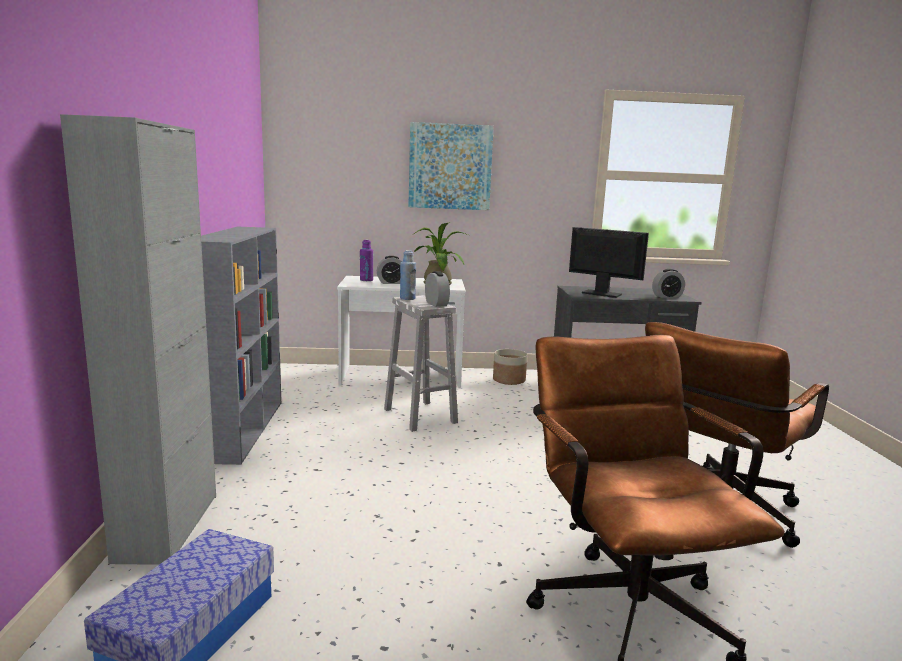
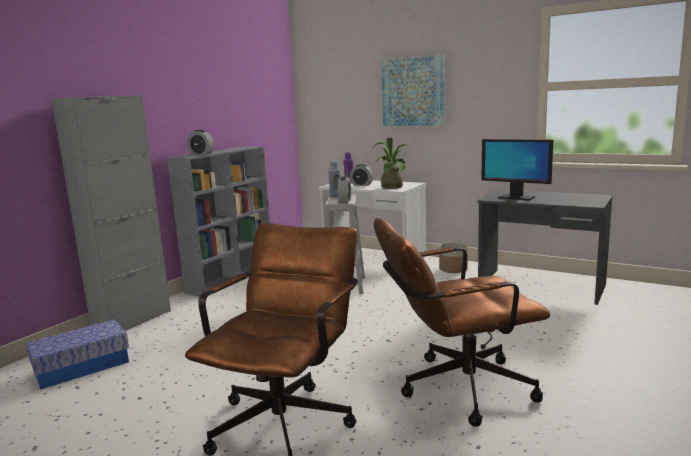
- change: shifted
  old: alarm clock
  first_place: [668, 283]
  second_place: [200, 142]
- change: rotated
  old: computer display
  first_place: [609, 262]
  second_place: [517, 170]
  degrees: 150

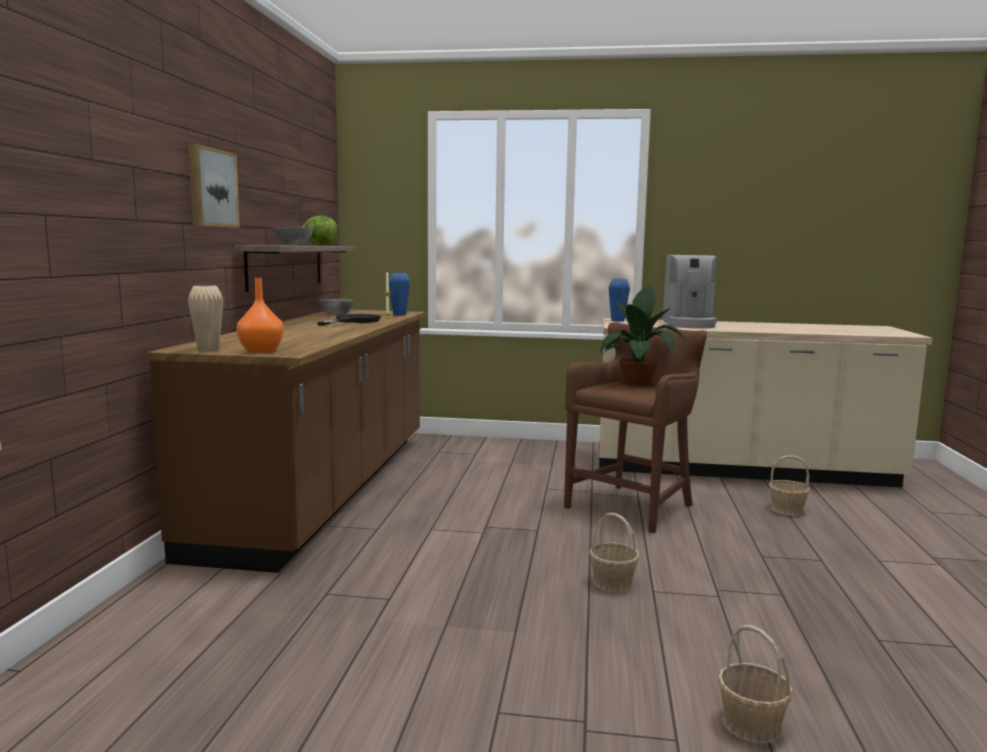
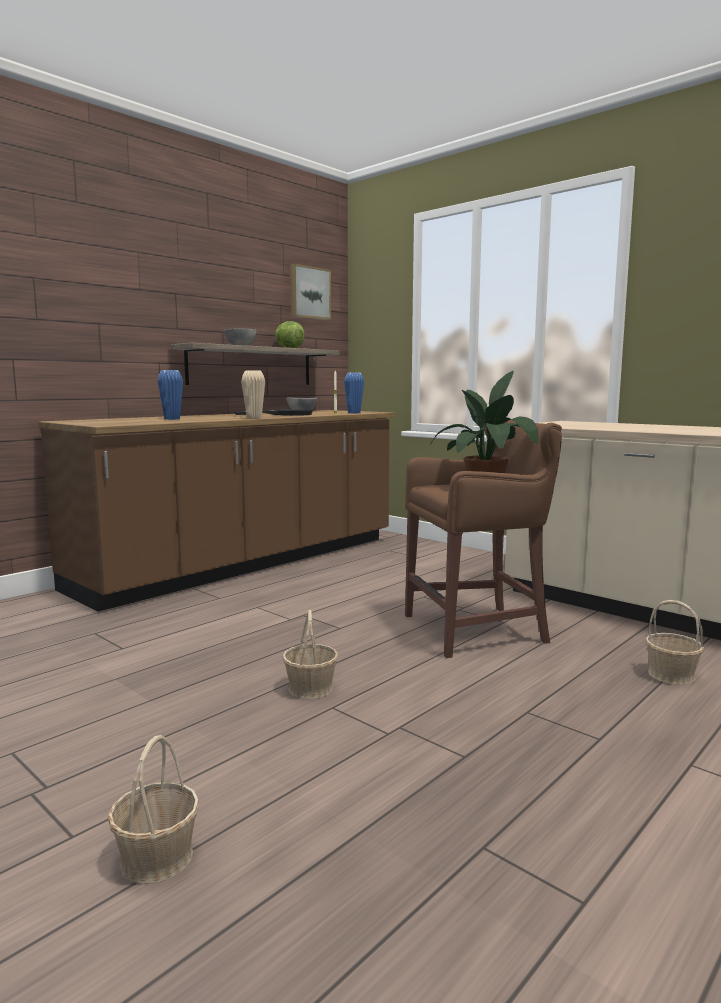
- change: gone
  old: flower vase (orangey)
  first_place: [260, 315]
- change: gone
  old: coffee brewer
  first_place: [690, 292]
- change: shifted
  old: picture
  first_place: [214, 185]
  second_place: [310, 291]
- change: shifted
  old: flower vase (beige)
  first_place: [205, 318]
  second_place: [253, 394]
- change: shifted
  old: flower vase (bluish)
  first_place: [619, 300]
  second_place: [170, 395]

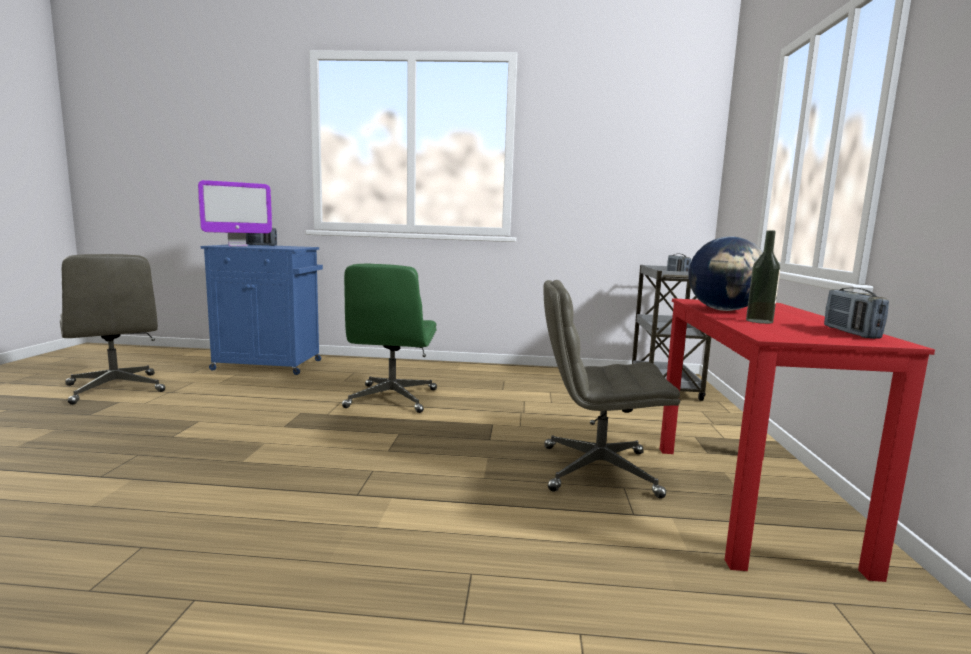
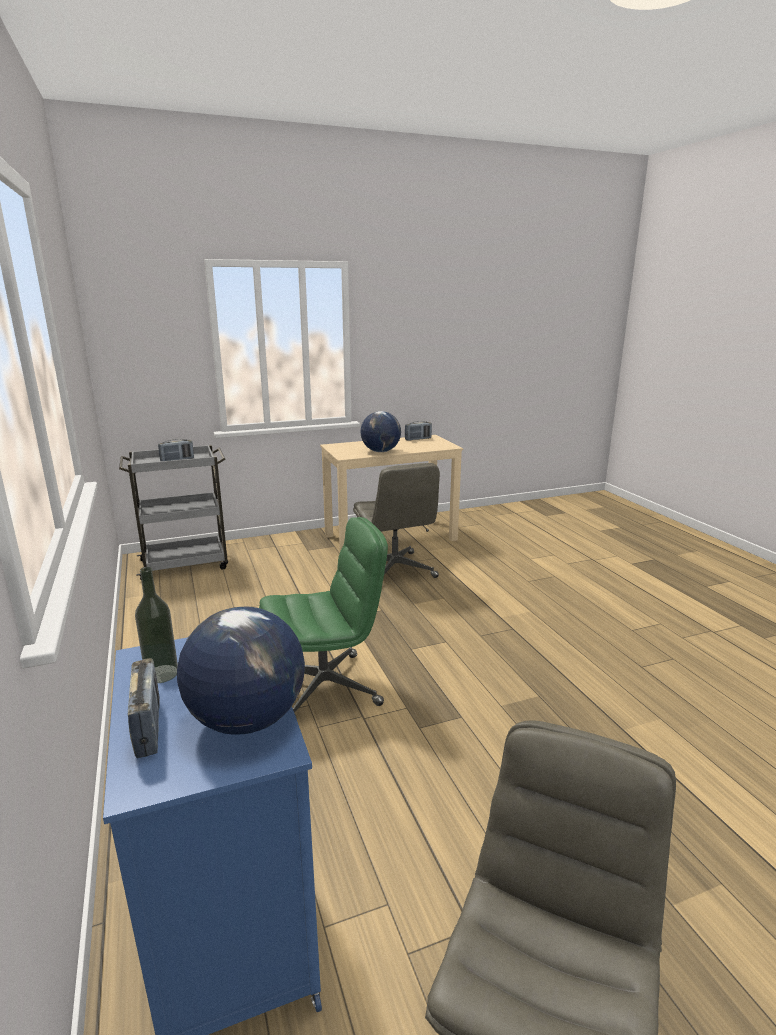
- change: shifted
  old: bottle
  first_place: [763, 277]
  second_place: [156, 625]
- change: swapped
  old: computer display
  new: desk globe
  first_place: [235, 213]
  second_place: [241, 671]
- change: repainted
  old: desk (reddish)
  new: desk (beige)
  first_place: [797, 440]
  second_place: [391, 493]

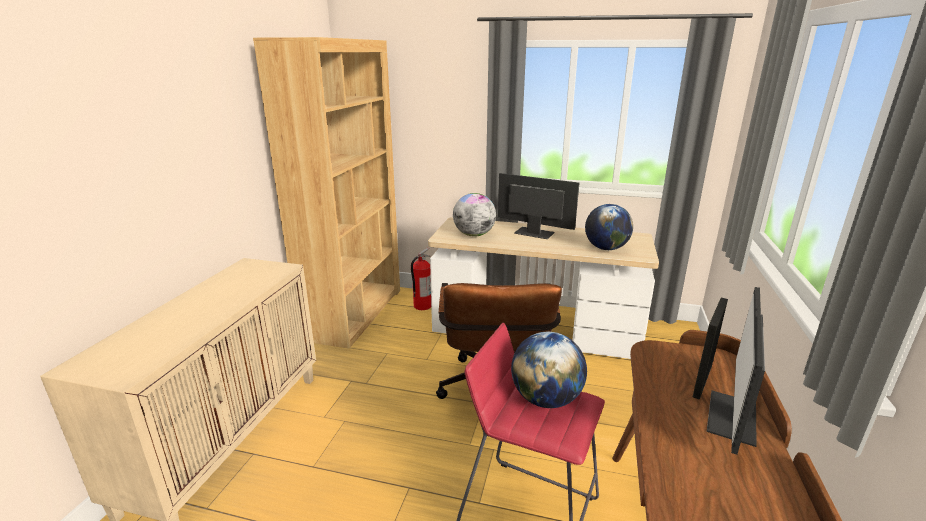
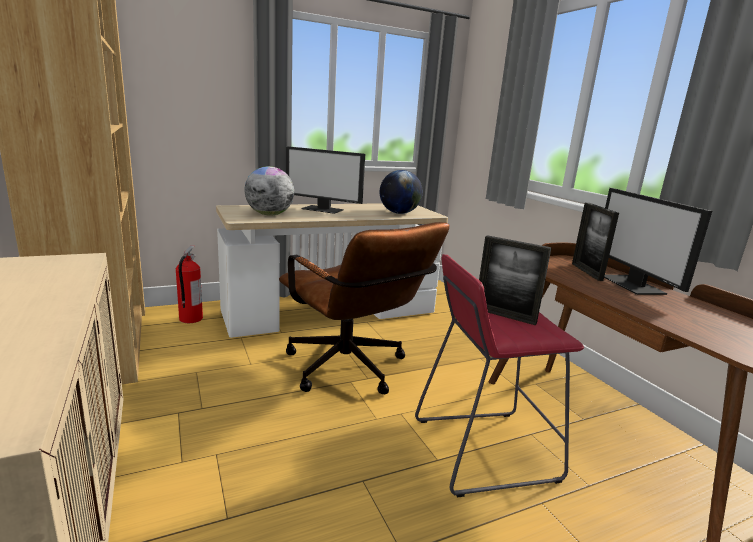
- change: swapped
  old: desk globe
  new: photo frame
  first_place: [549, 370]
  second_place: [515, 280]
- change: rotated
  old: computer display
  first_place: [538, 206]
  second_place: [325, 180]
  degrees: -150

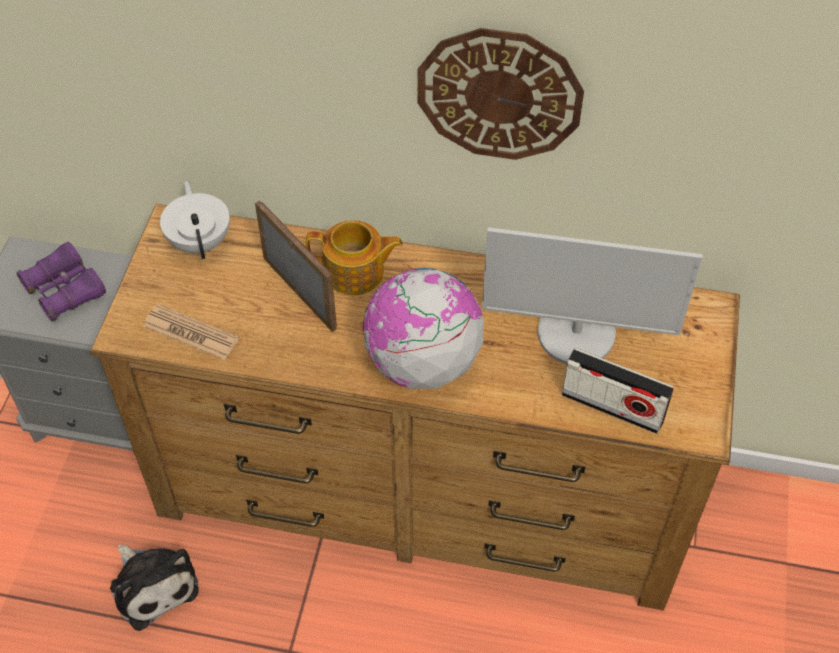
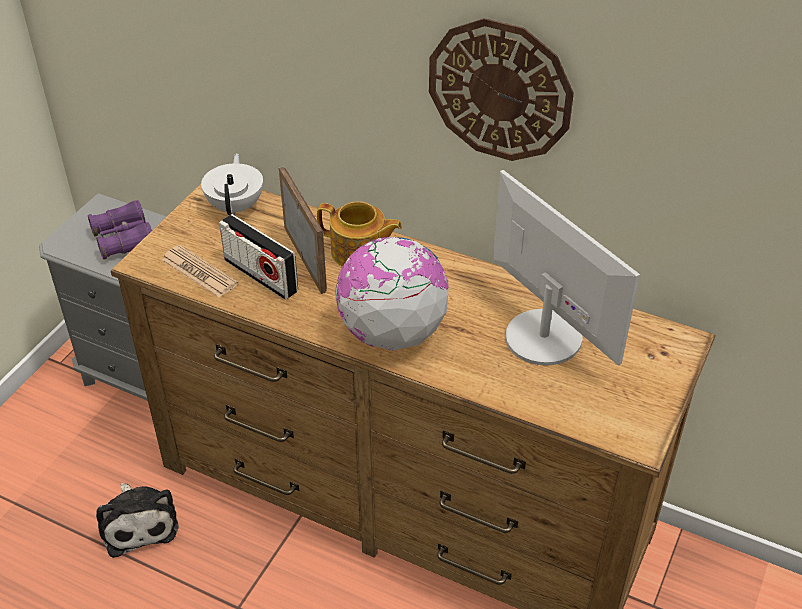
- change: shifted
  old: radio
  first_place: [618, 391]
  second_place: [258, 257]
- change: rotated
  old: computer display
  first_place: [592, 295]
  second_place: [566, 268]
  degrees: -150

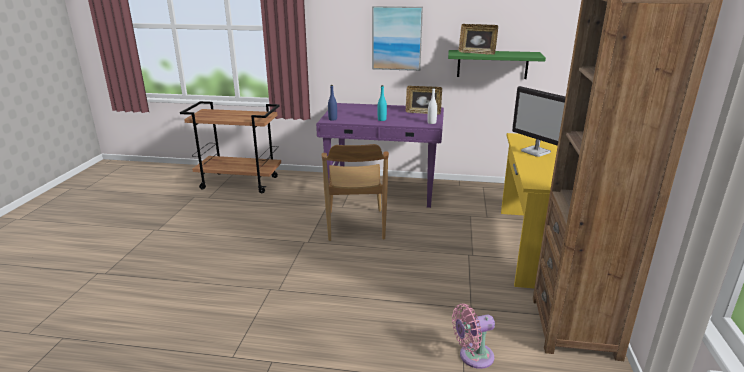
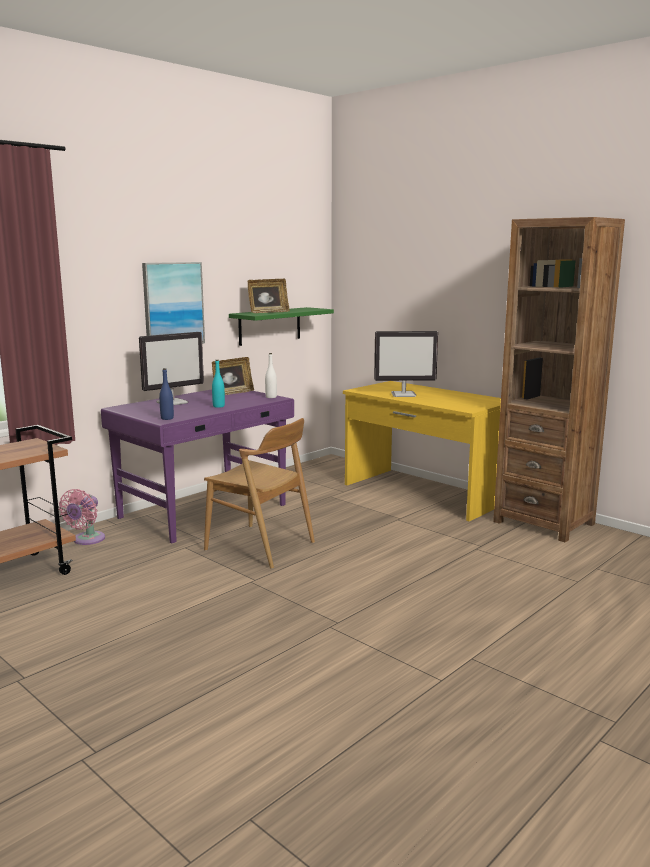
- change: new
  new: computer display
  second_place: [171, 368]
- change: shifted
  old: fan (pinkish)
  first_place: [473, 336]
  second_place: [82, 517]

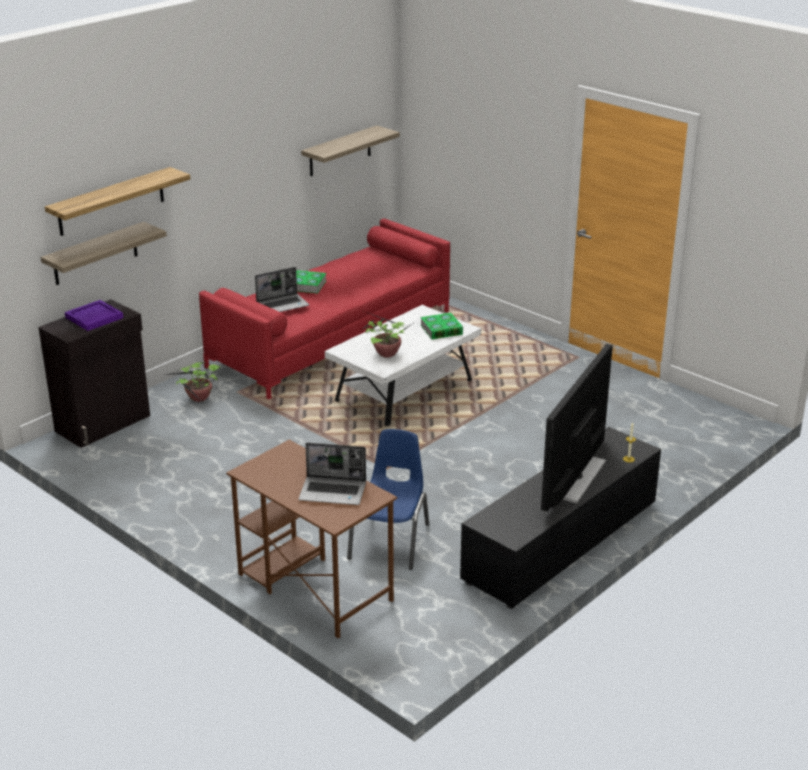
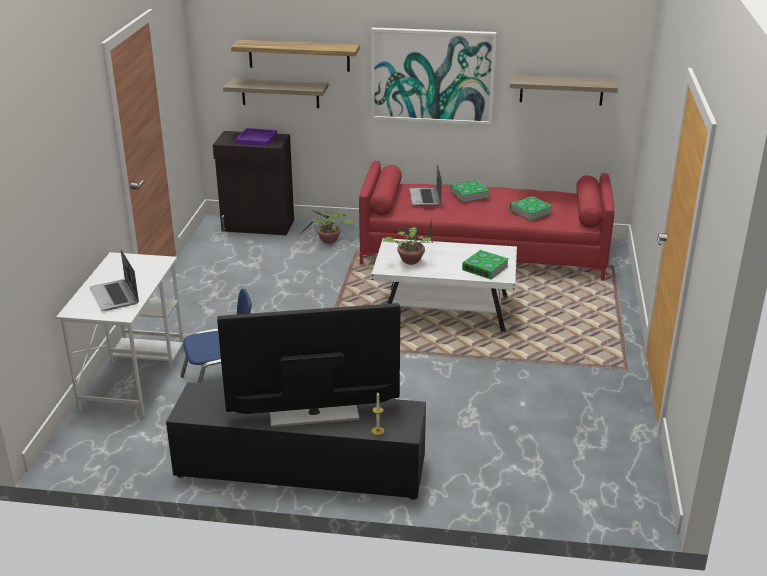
- change: new
  new: picture
  second_place: [434, 76]
- change: new
  new: book
  second_place: [530, 208]
- change: repainted
  old: desk (brown)
  new: desk (white)
  first_place: [311, 539]
  second_place: [120, 334]
- change: rotated
  old: laptop
  first_place: [282, 289]
  second_place: [425, 185]
  degrees: 60

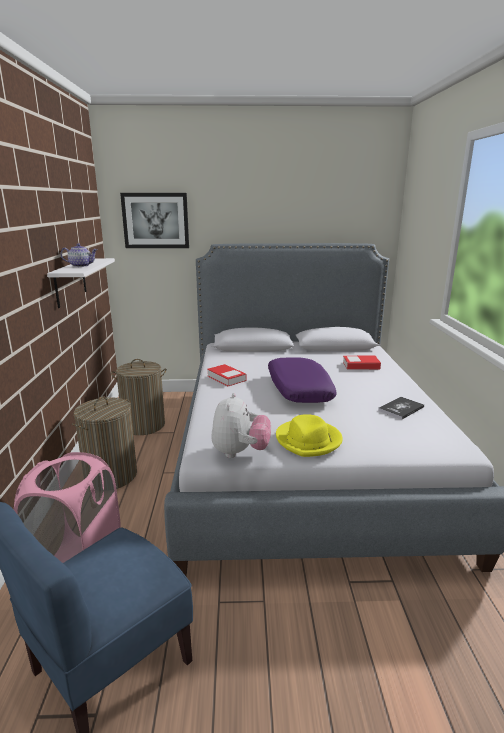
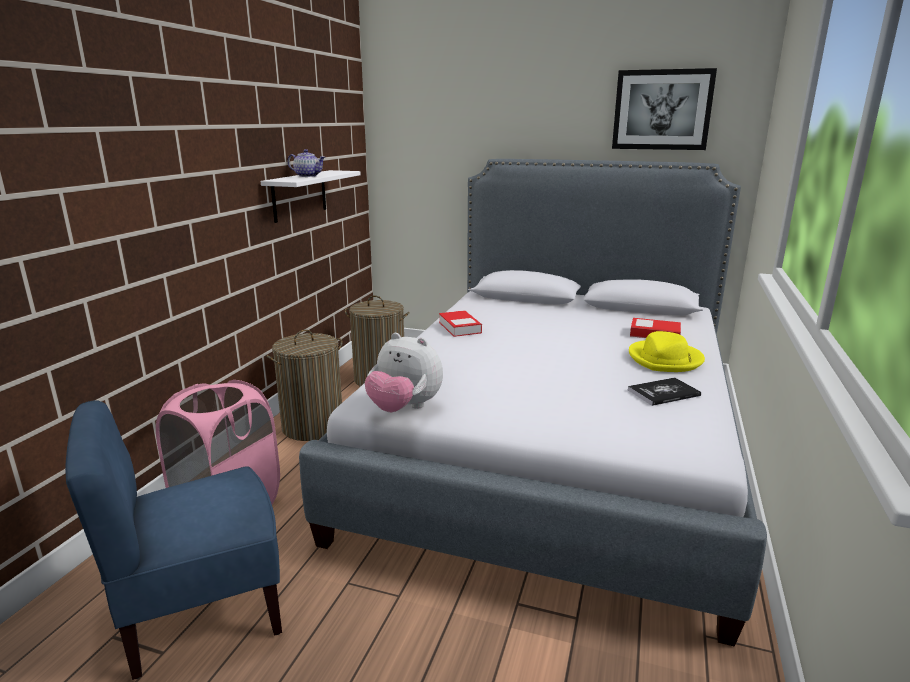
- change: gone
  old: pillow (purplish)
  first_place: [302, 380]
- change: shifted
  old: picture
  first_place: [154, 220]
  second_place: [664, 109]
- change: shifted
  old: hat (yellow)
  first_place: [309, 435]
  second_place: [667, 351]
- change: rotated
  old: soft toy
  first_place: [241, 425]
  second_place: [404, 372]
  degrees: 90

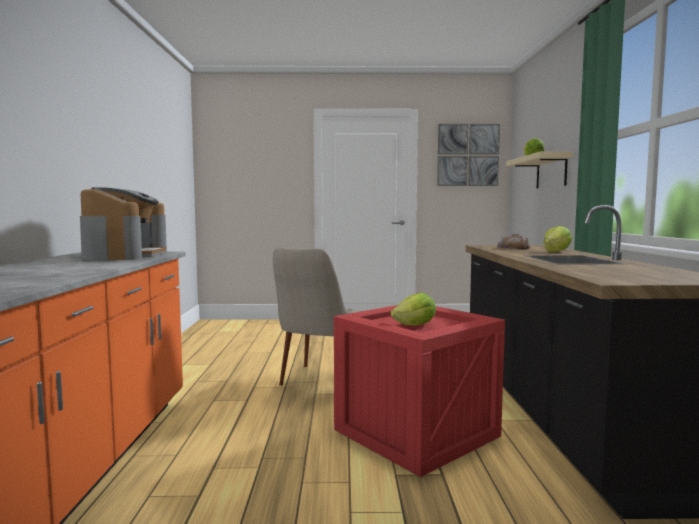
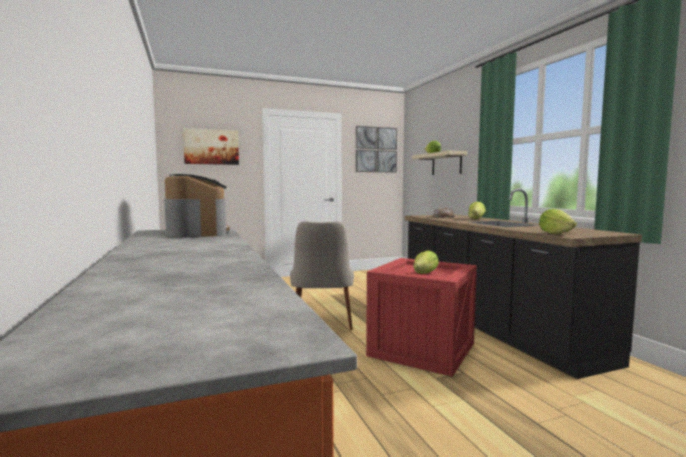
- change: new
  new: picture
  second_place: [211, 146]
- change: new
  new: lettuce head
  second_place: [558, 221]

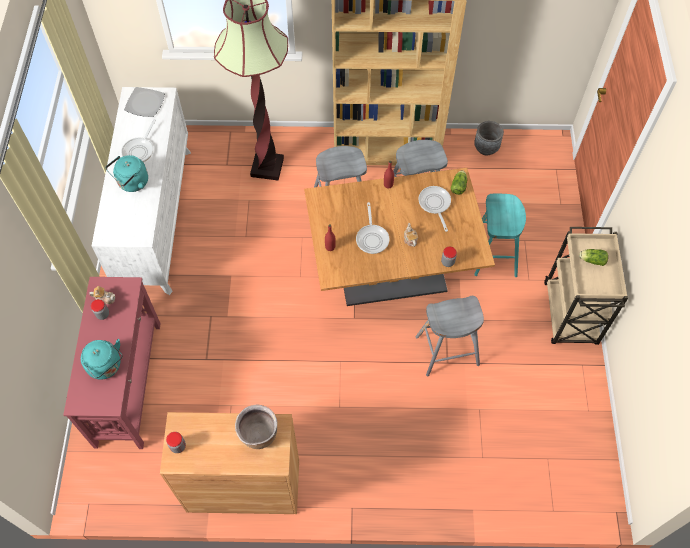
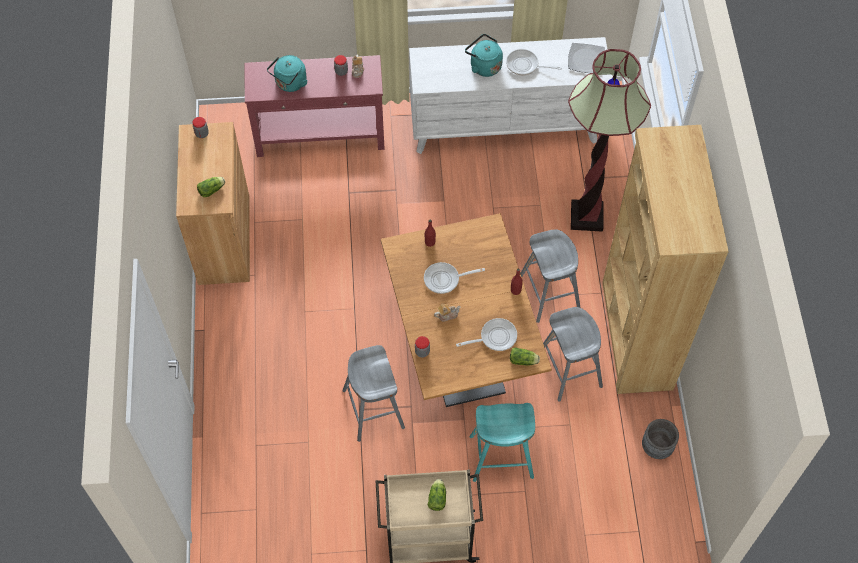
- change: swapped
  old: cooking pot (brown)
  new: lettuce head
  first_place: [256, 426]
  second_place: [211, 187]

